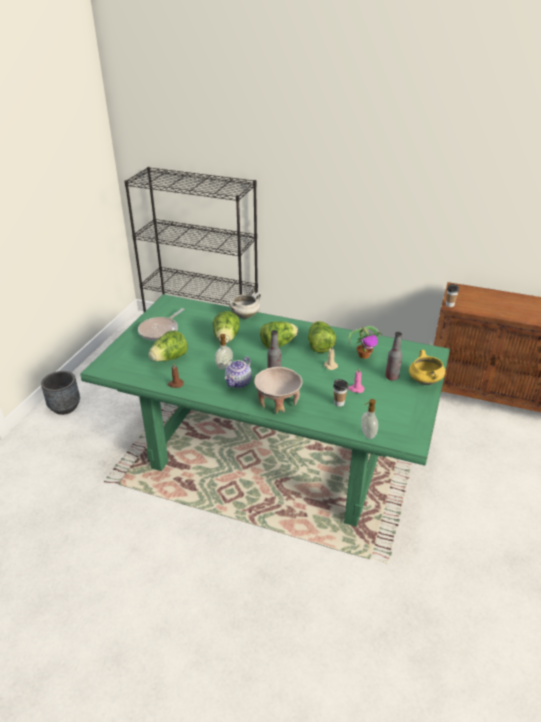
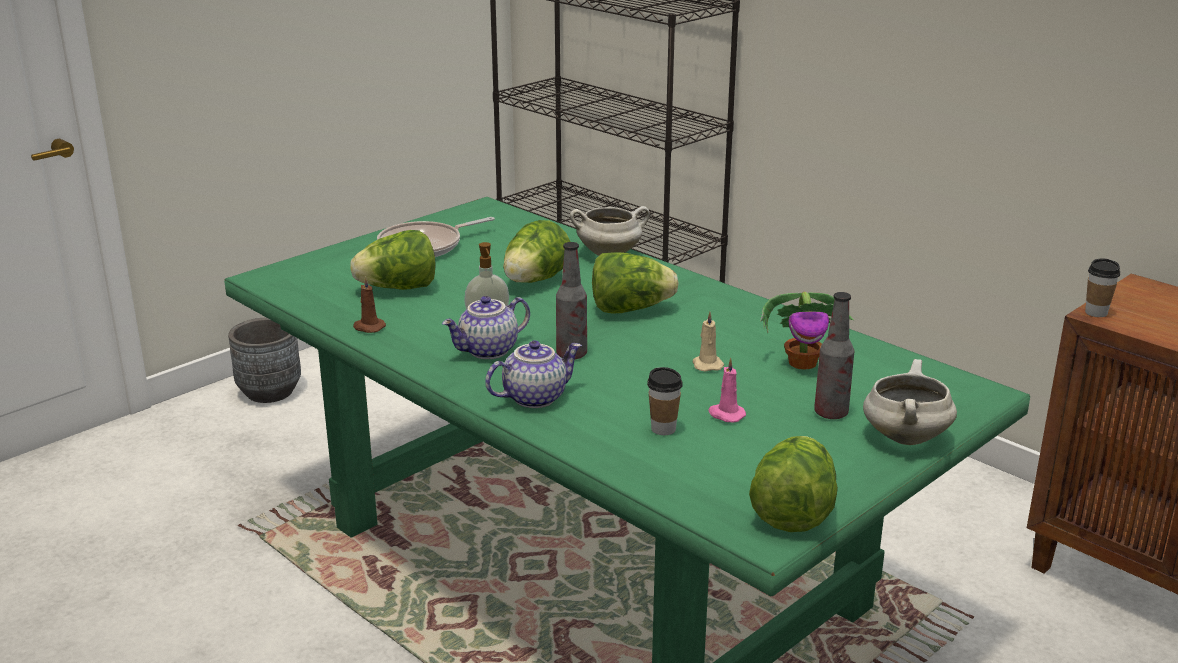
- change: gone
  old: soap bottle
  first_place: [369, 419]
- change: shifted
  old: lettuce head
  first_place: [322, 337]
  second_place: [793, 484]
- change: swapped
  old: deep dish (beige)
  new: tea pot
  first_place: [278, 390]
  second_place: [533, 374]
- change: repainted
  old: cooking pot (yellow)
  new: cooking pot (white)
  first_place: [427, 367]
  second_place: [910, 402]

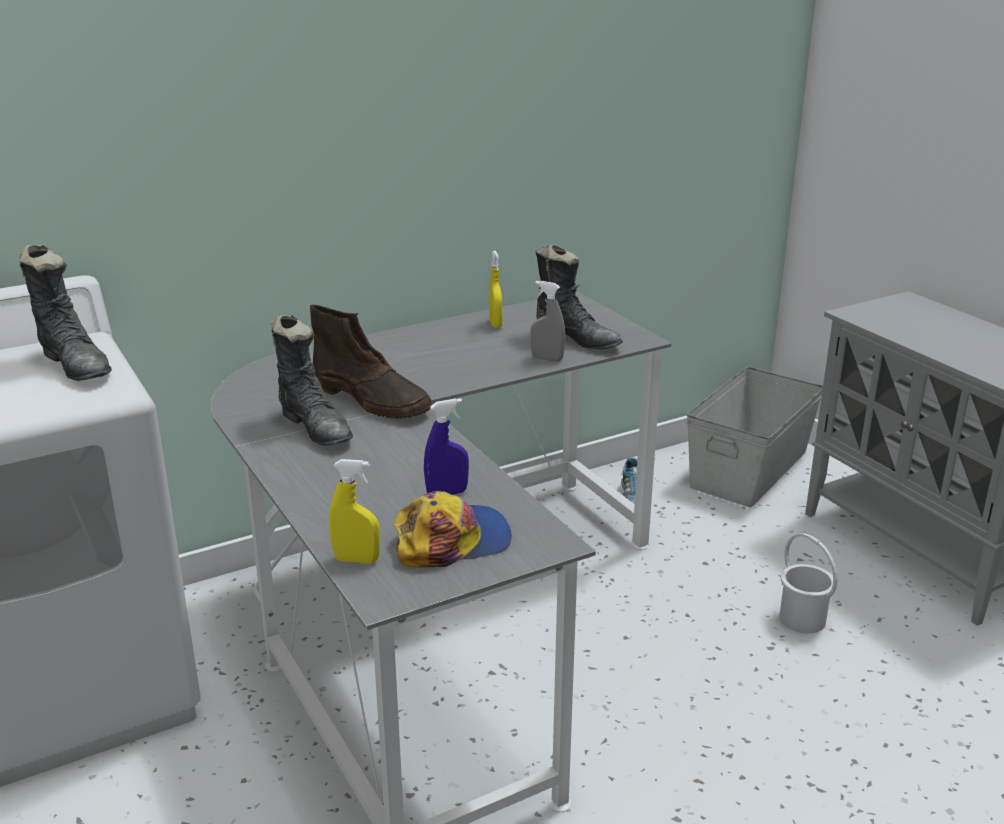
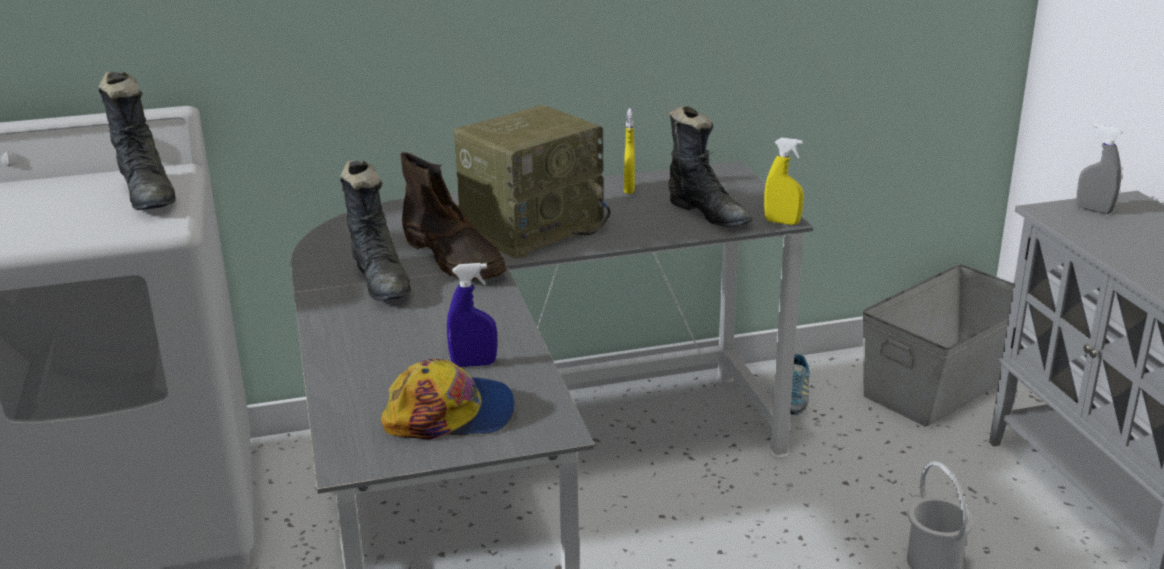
- change: new
  new: radio
  second_place: [532, 182]
- change: shifted
  old: spray bottle (yellow)
  first_place: [354, 511]
  second_place: [784, 181]
- change: shifted
  old: spray bottle (grey)
  first_place: [547, 321]
  second_place: [1099, 168]

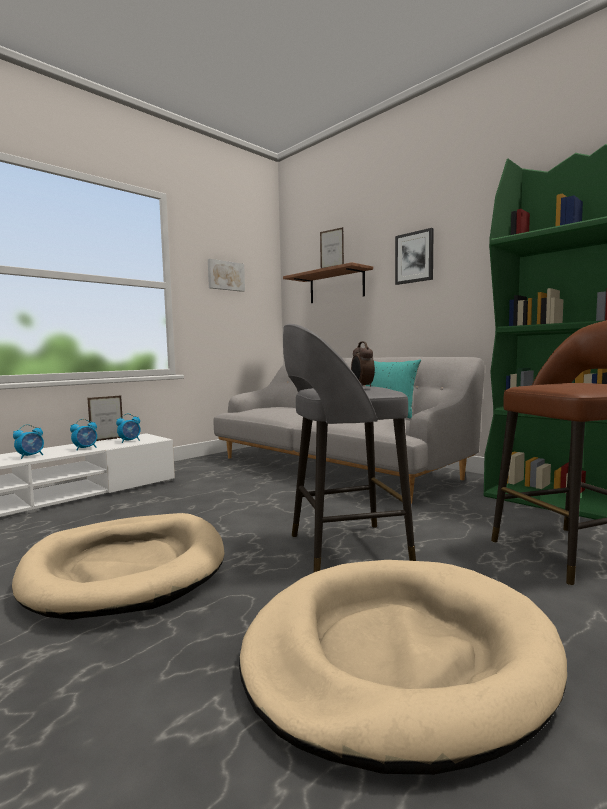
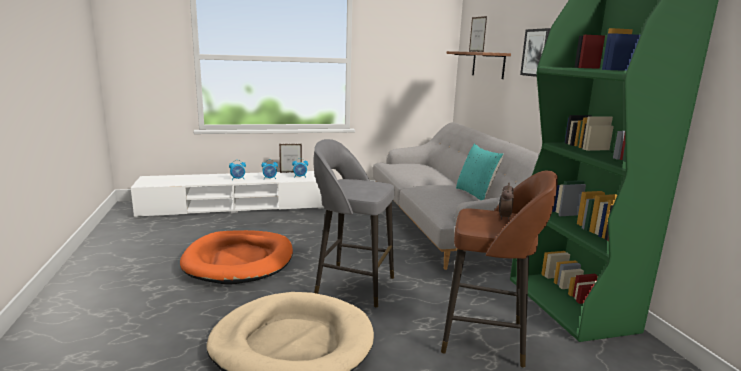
- change: gone
  old: picture
  first_place: [226, 275]
- change: shifted
  old: alarm clock
  first_place: [363, 364]
  second_place: [506, 201]
- change: repainted
  old: dog bed (beige)
  new: dog bed (orangey)
  first_place: [118, 566]
  second_place: [236, 257]

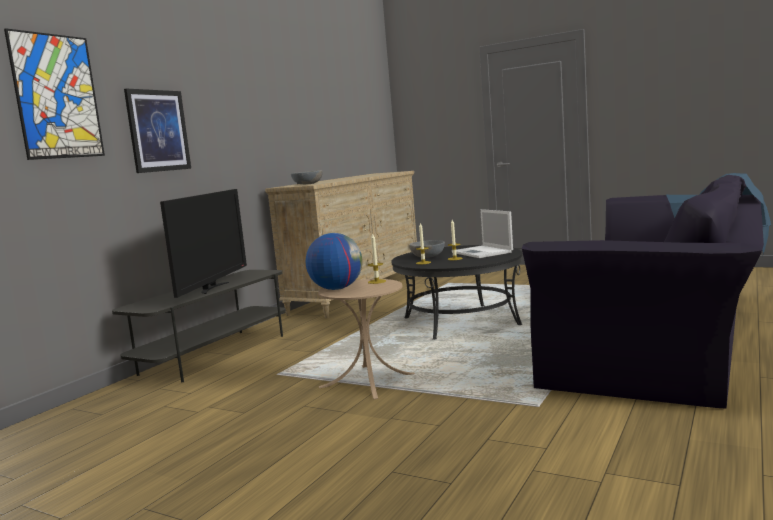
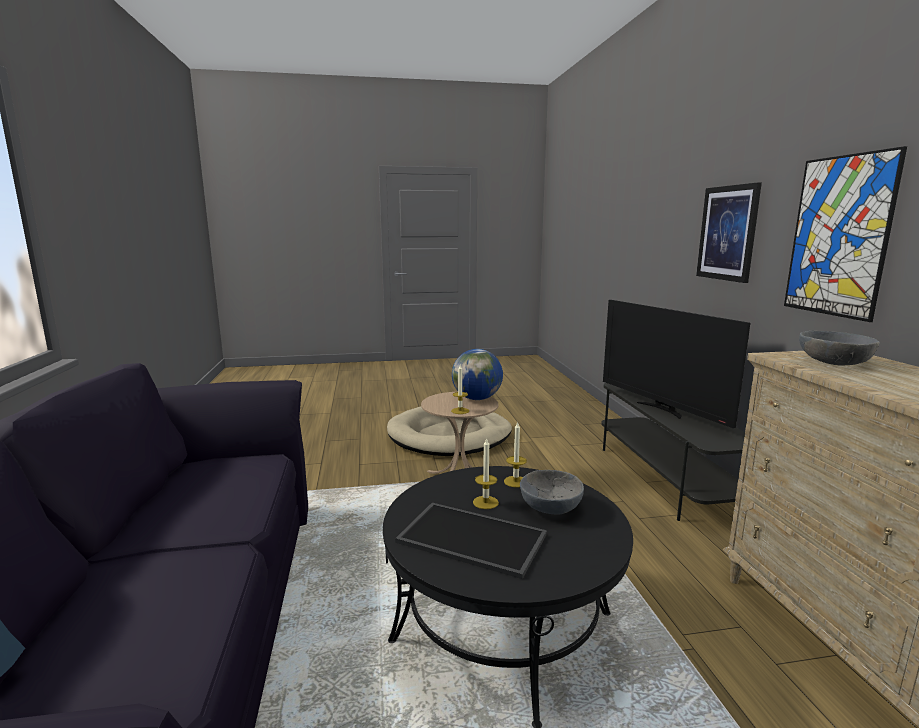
- change: new
  new: dog bed (beige)
  second_place: [449, 431]
- change: shifted
  old: picture
  first_place: [54, 94]
  second_place: [845, 234]
- change: swapped
  old: laptop
  new: tray
  first_place: [482, 233]
  second_place: [471, 541]

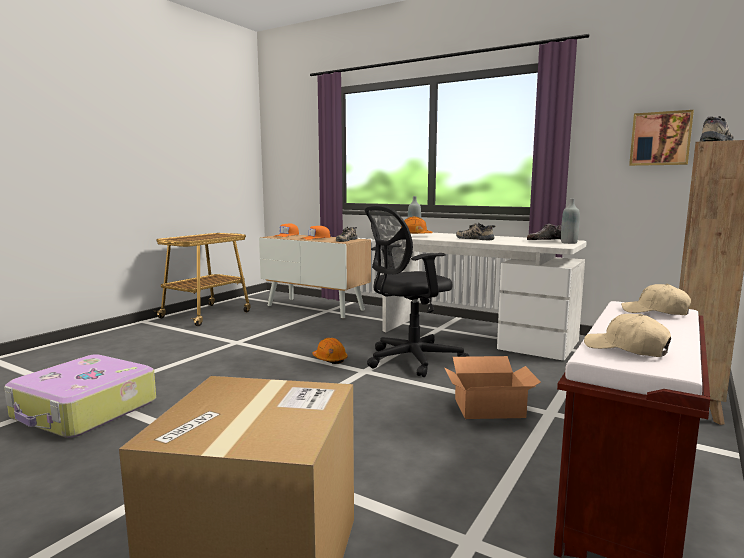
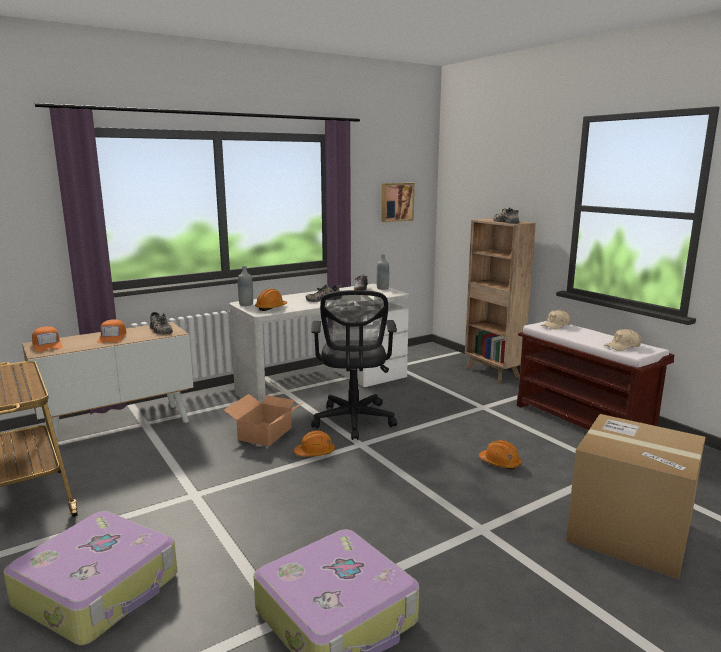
- change: new
  new: travel case
  second_place: [90, 578]
- change: new
  new: work helmet (orangey)
  second_place: [500, 454]
- change: shifted
  old: packing box
  first_place: [492, 387]
  second_place: [263, 420]

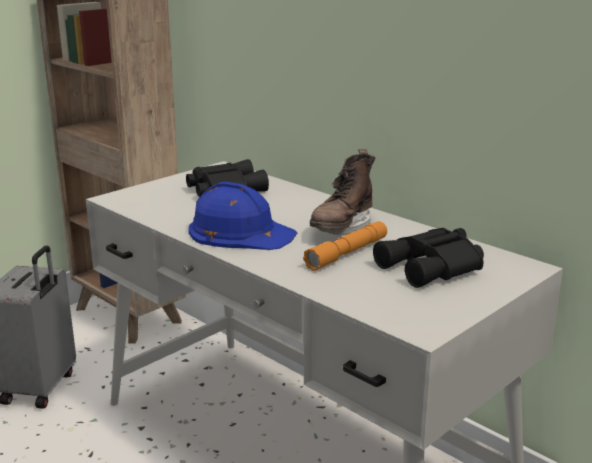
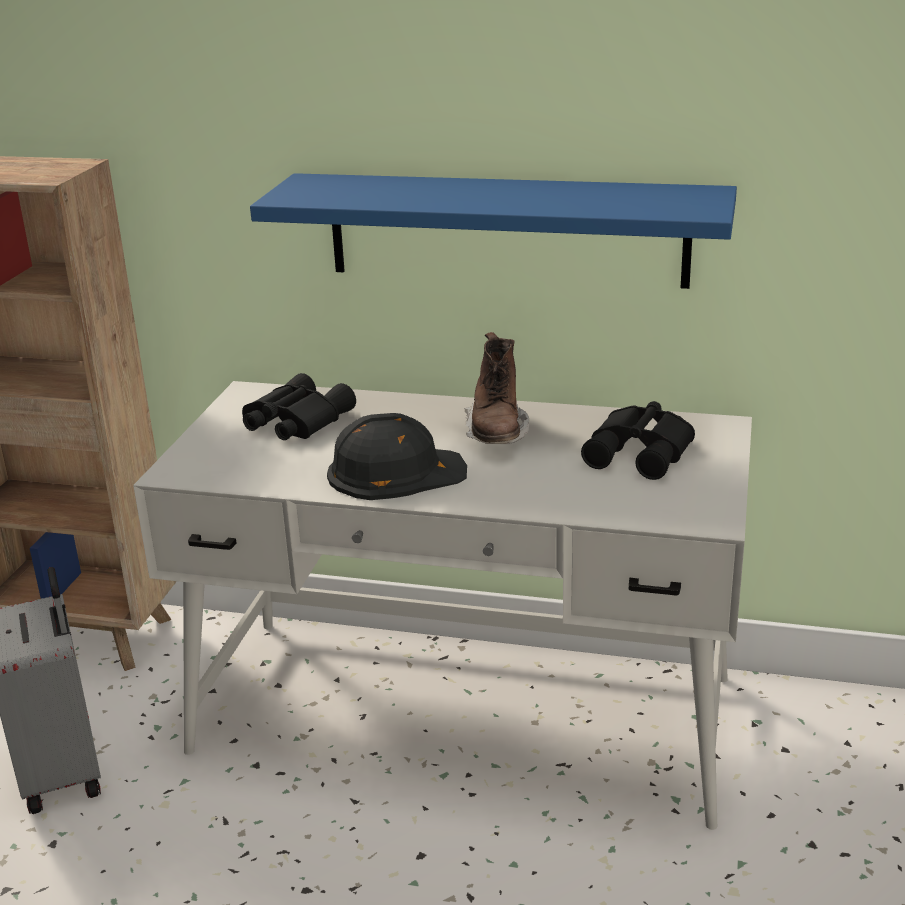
- change: gone
  old: flashlight (orangey)
  first_place: [345, 246]
- change: new
  new: shelf (bluish)
  second_place: [493, 231]
- change: repainted
  old: work helmet (bluish)
  new: work helmet (blackish)
  first_place: [242, 216]
  second_place: [397, 456]

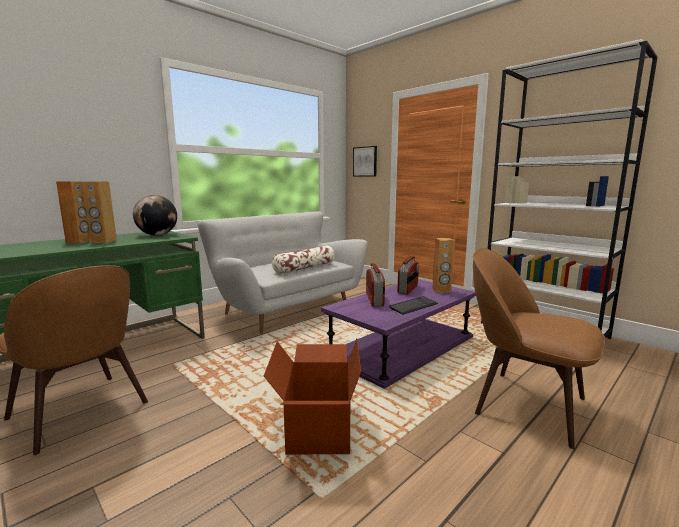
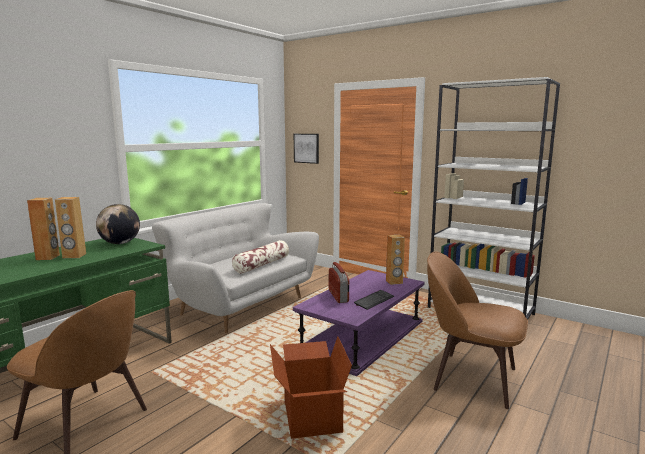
- change: gone
  old: radio
  first_place: [408, 275]

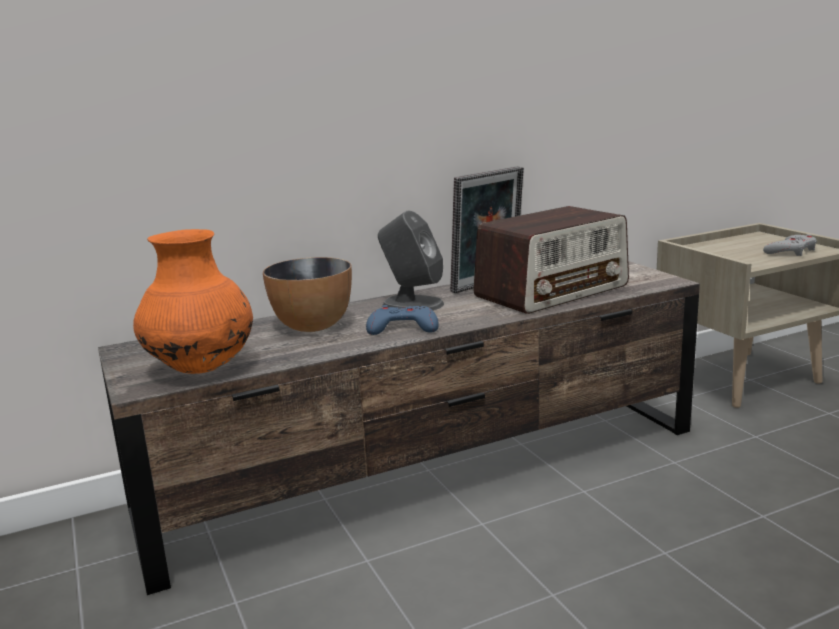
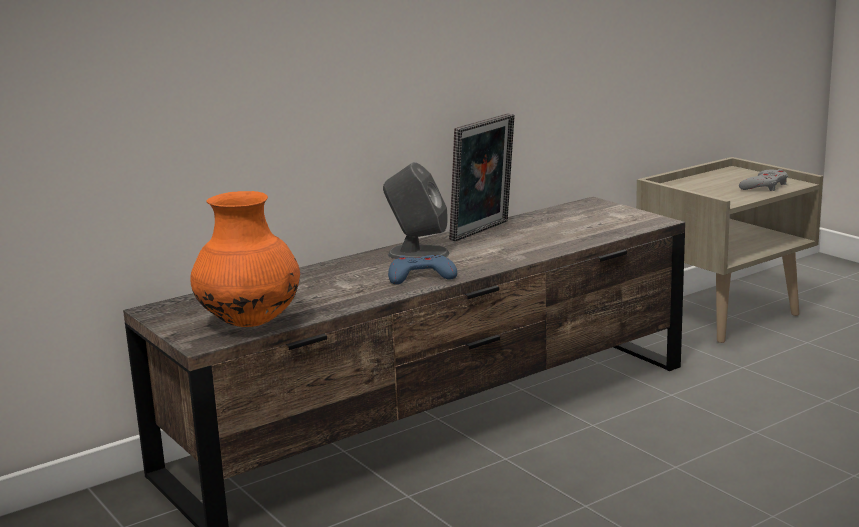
- change: gone
  old: deep dish
  first_place: [307, 294]
- change: gone
  old: radio
  first_place: [551, 260]

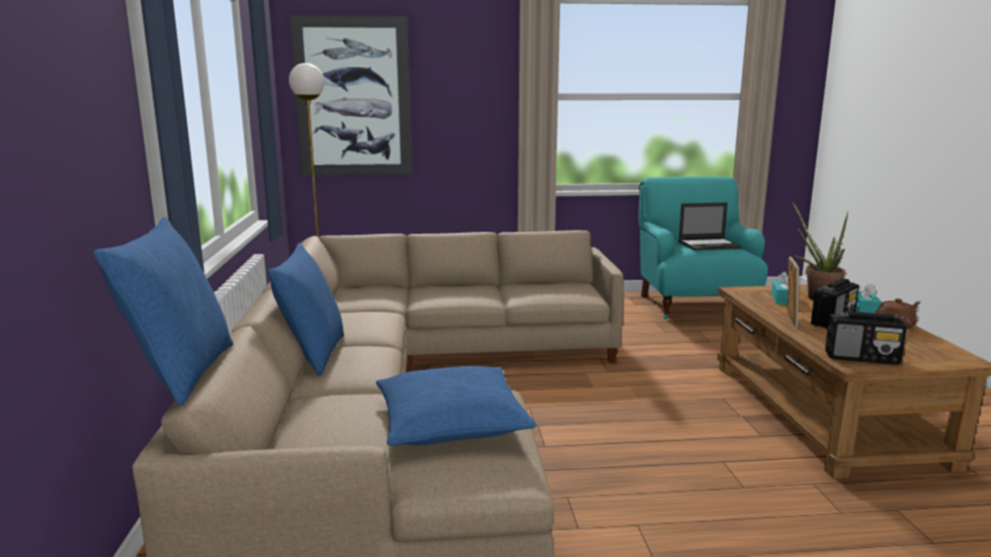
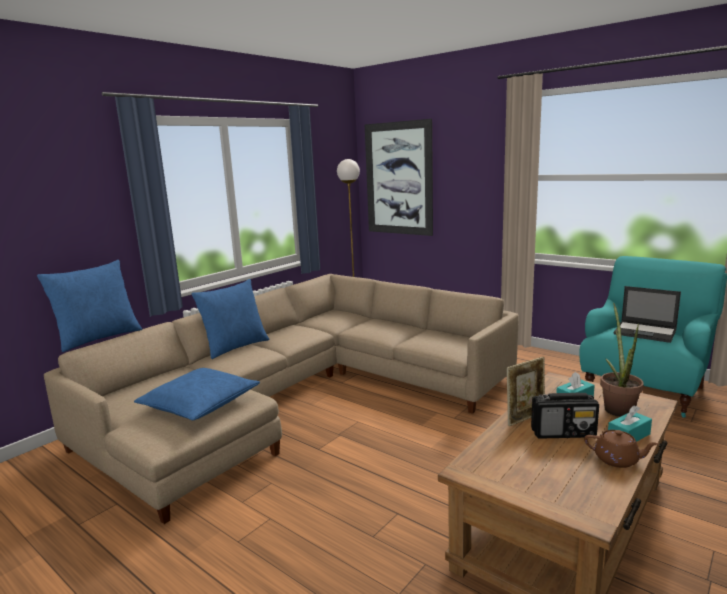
- change: gone
  old: radio
  first_place: [866, 338]

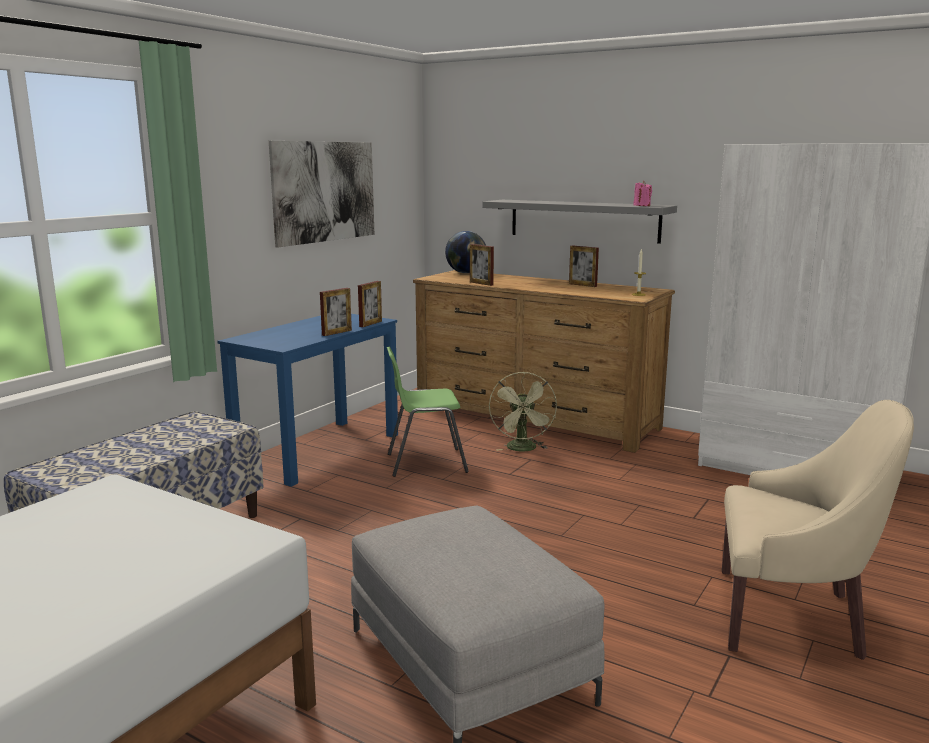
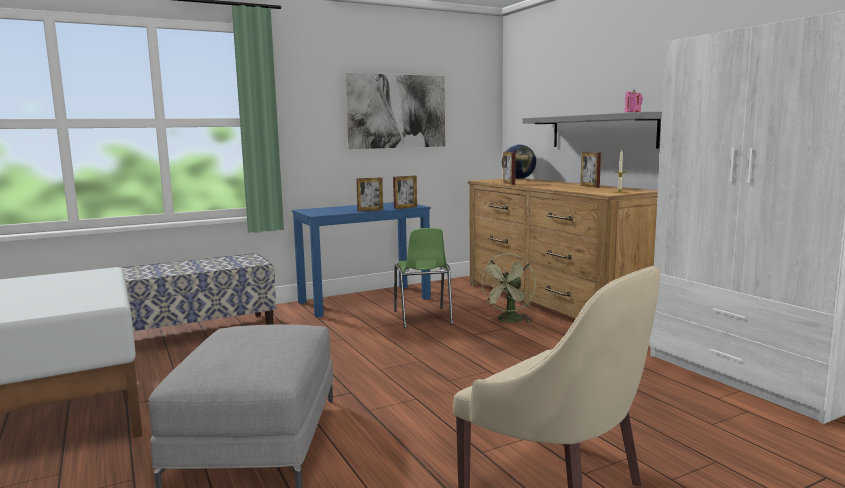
- change: rotated
  old: upright chair (greenish)
  first_place: [428, 412]
  second_place: [423, 278]
  degrees: -120

